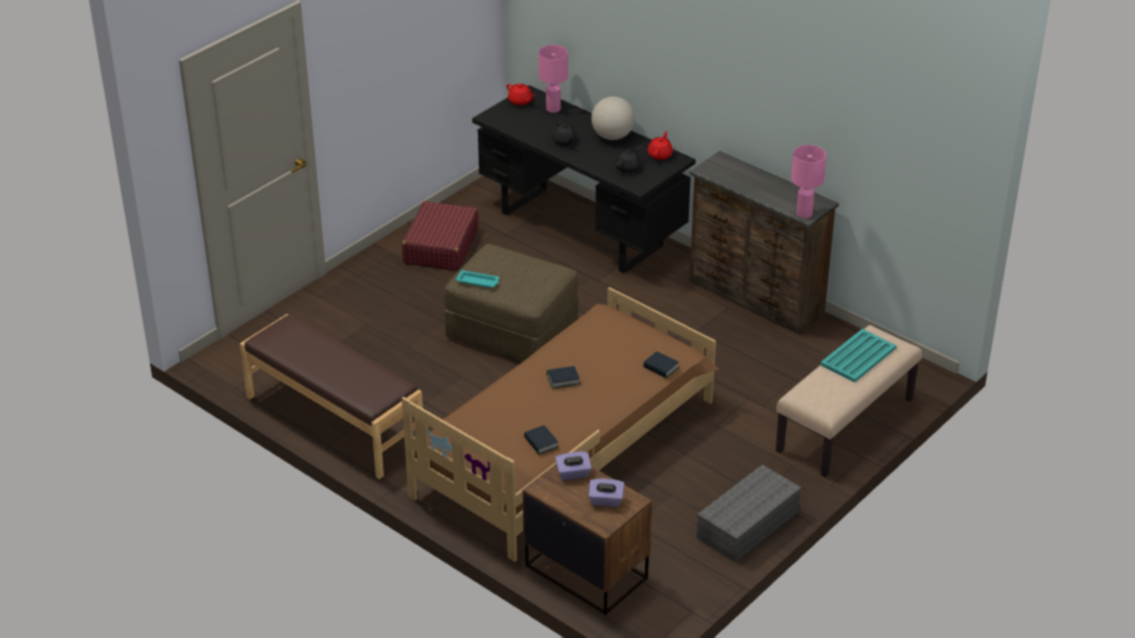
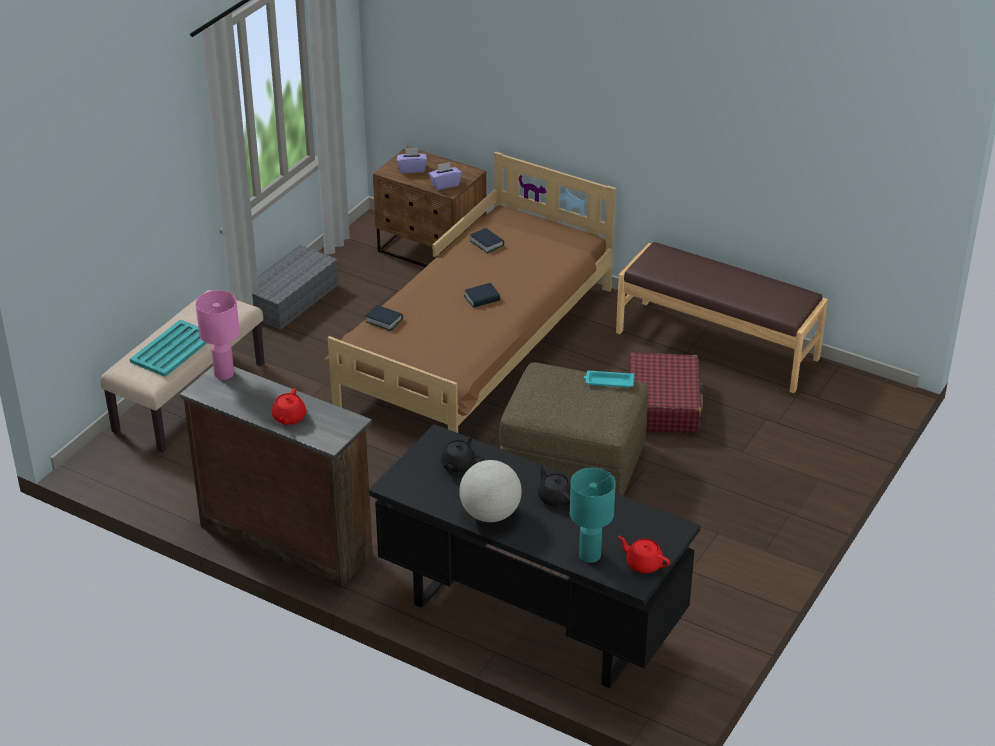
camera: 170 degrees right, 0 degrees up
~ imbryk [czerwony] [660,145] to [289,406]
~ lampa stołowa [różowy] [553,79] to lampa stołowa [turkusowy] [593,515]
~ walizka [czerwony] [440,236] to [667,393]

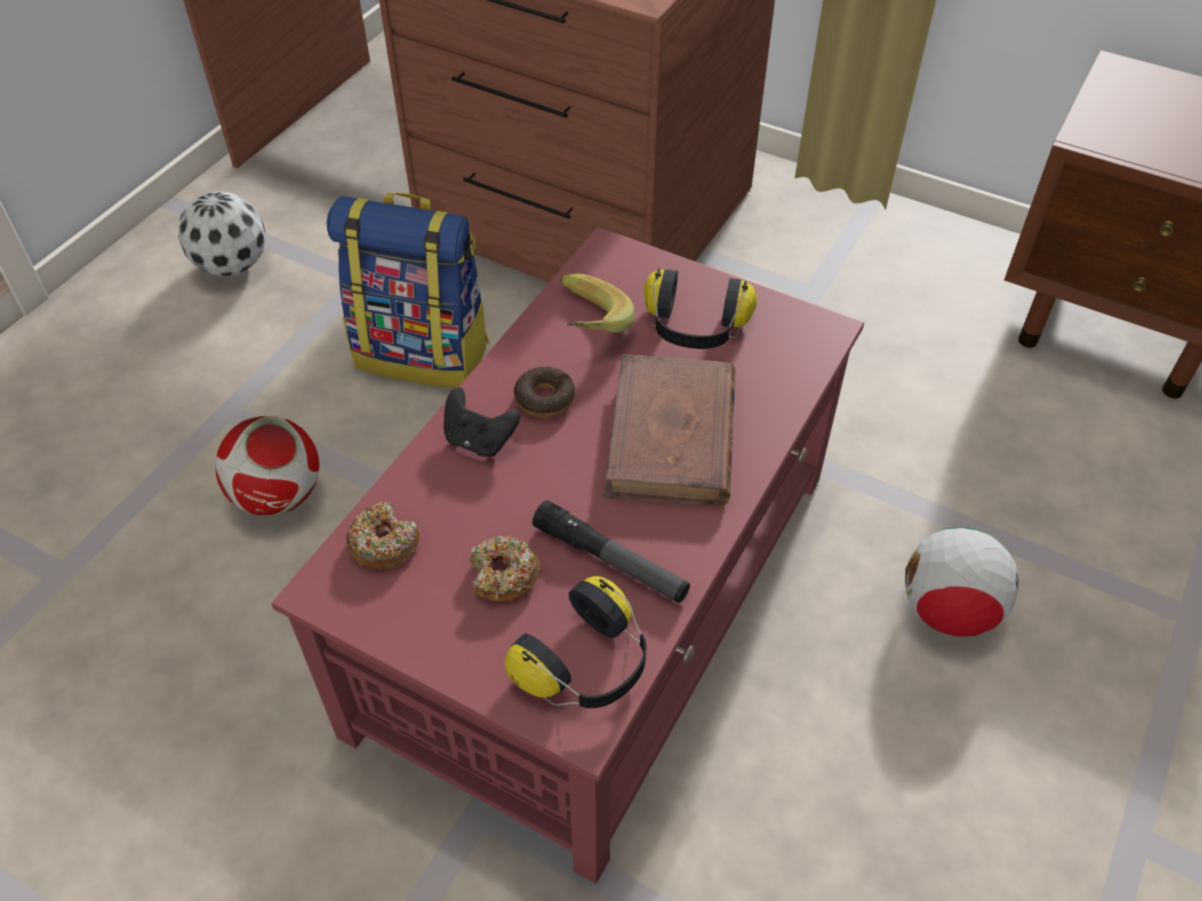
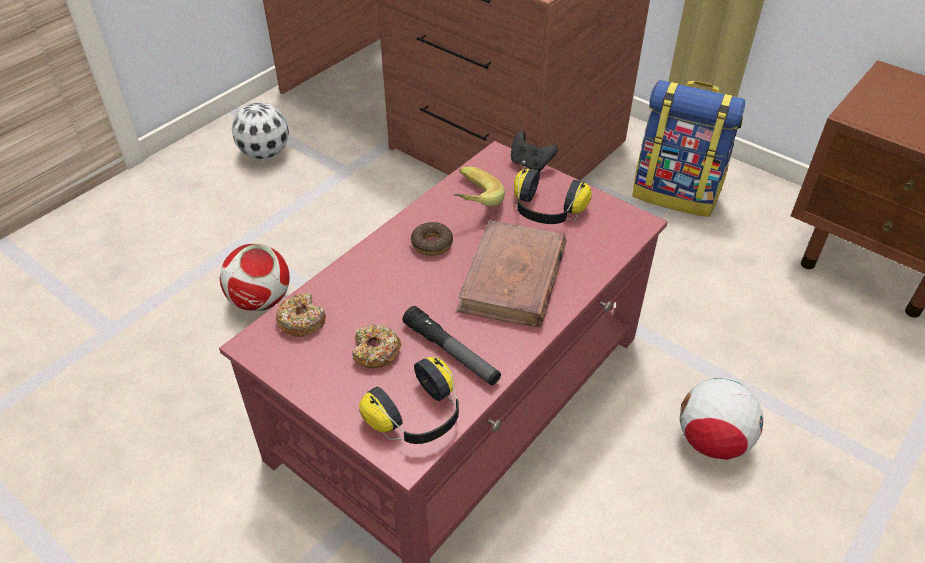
camera: 10 degrees right, 5 degrees down
~ pad do gier [czarny] [482,422] to [534,151]
~ plecak [408,290] to [688,148]

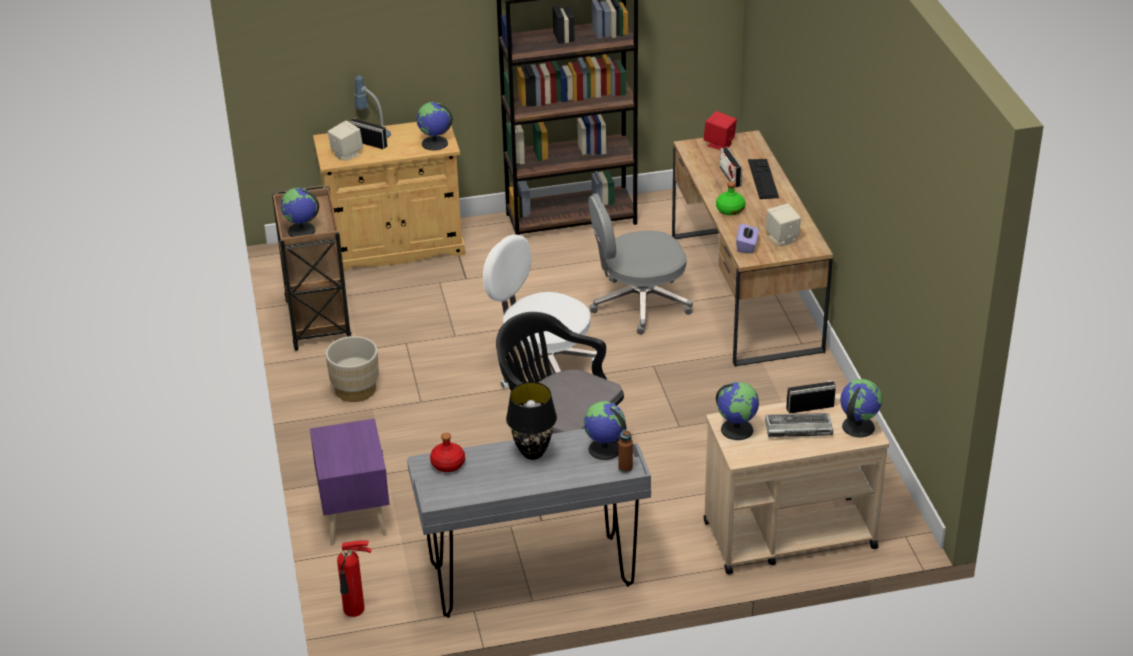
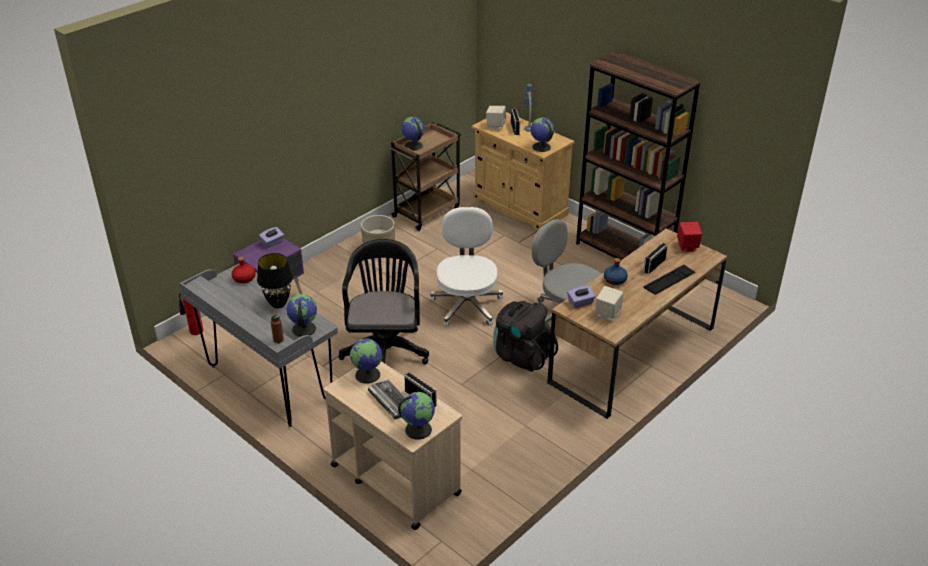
camera: 55 degrees right, 0 degrees up
+ pudełko chusteczek [fioletowy] [271,237]
+ plecak [czarny] [525,336]
~ butelka [zielony] [730,198] to butelka [niebieski] [616,271]

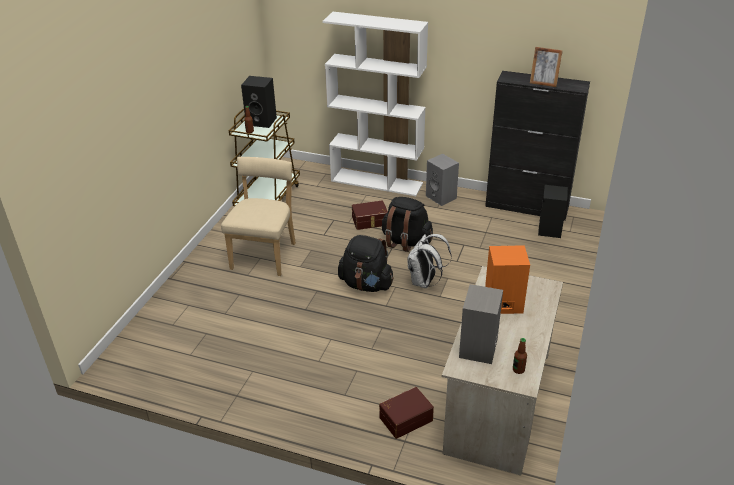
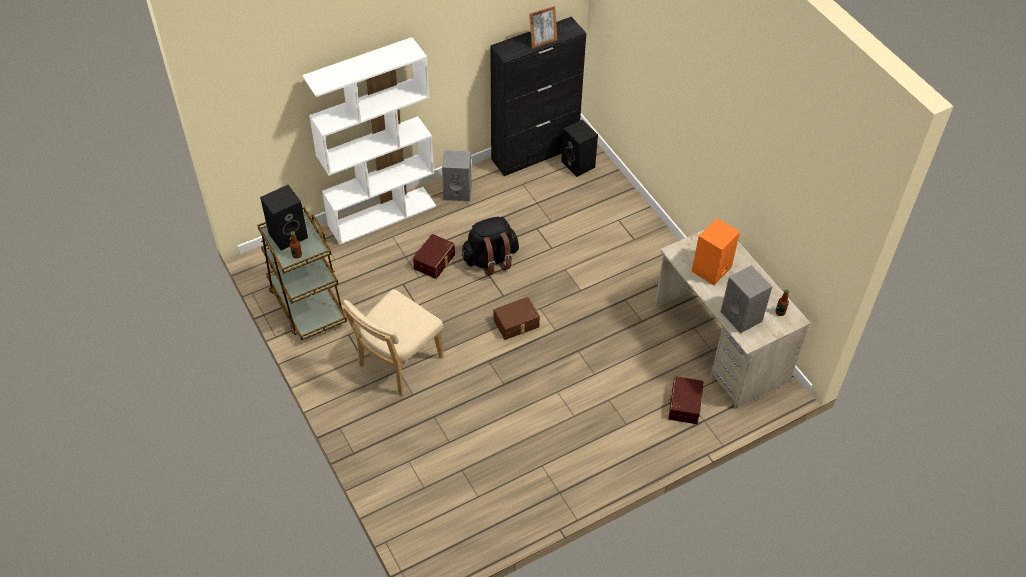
camera: 50 degrees left, 15 degrees up
~ krzesło [beżowy] [258,216] = [392,342] 105 degrees counterclockwise
~ plecak [czarny] [366,263] to pojemnik do przechowywania [brązowy] [517,318]
- plecak [biały] [429,261]

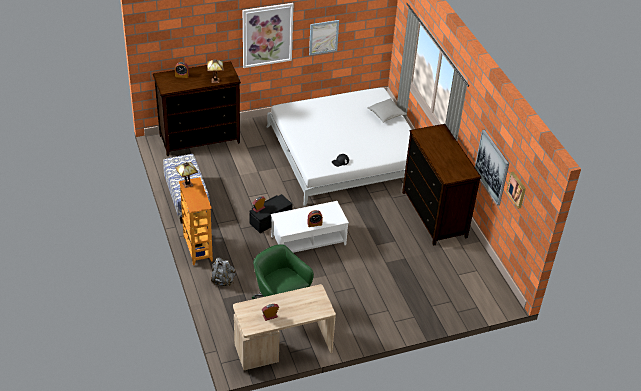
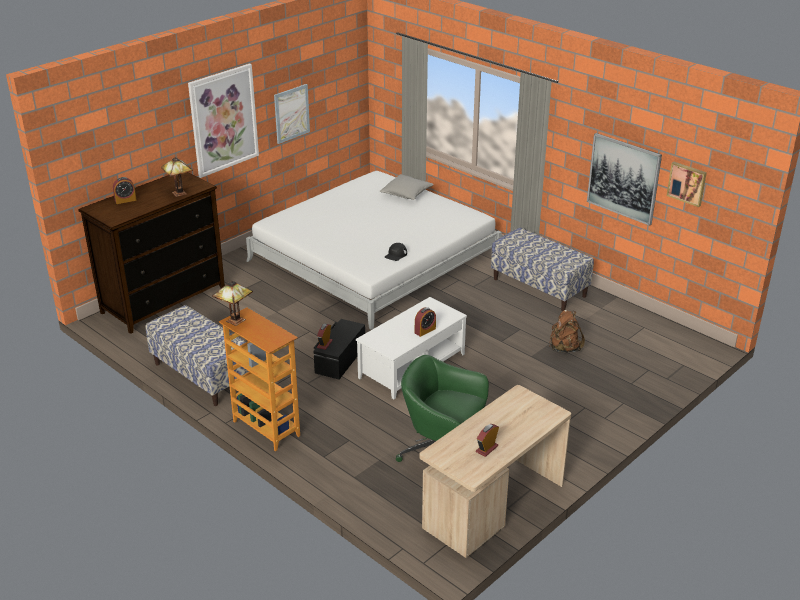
camera: 25 degrees left, 10 degrees down
~ komoda [442,185] to ławka [542,269]
+ plecak [brązowy] [567,331]
- plecak [szary] [223,272]

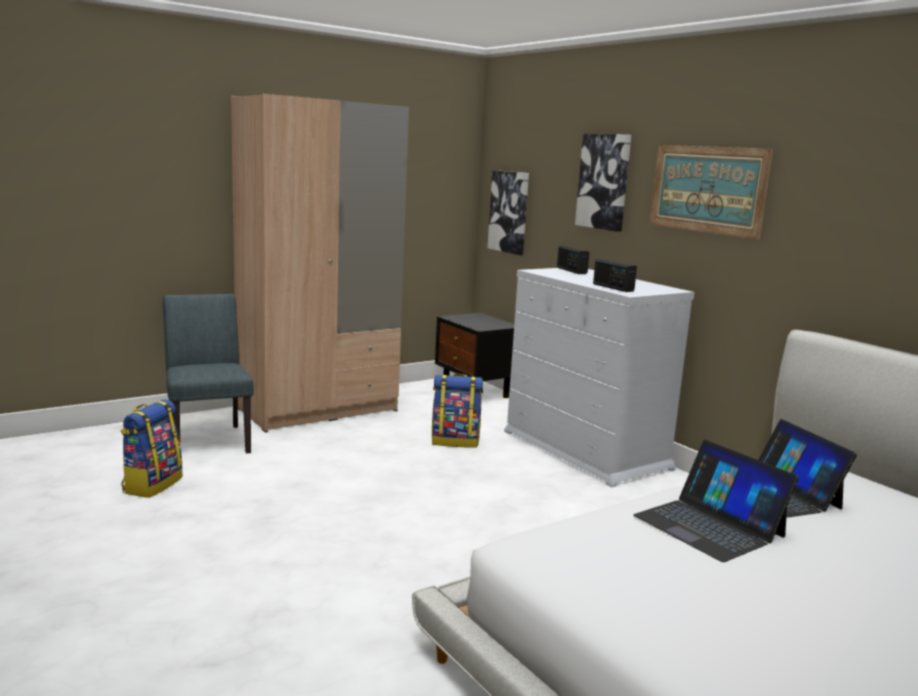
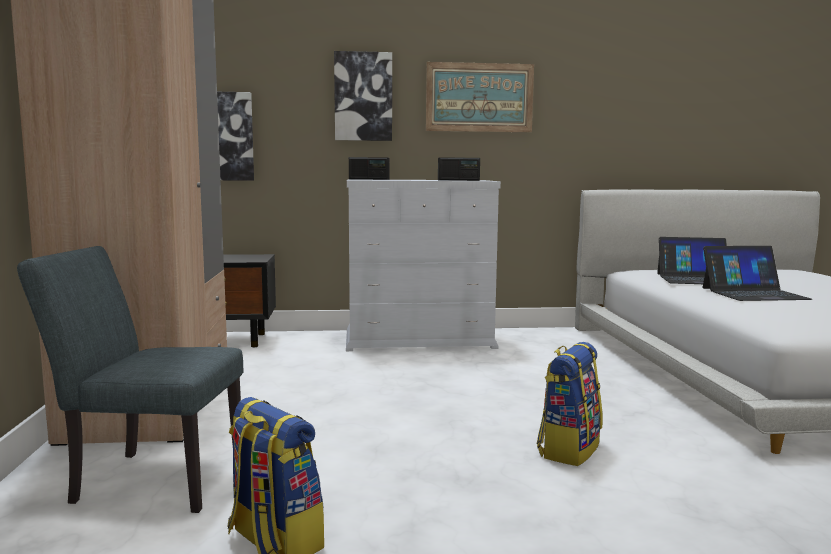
camera: 60 degrees left, 5 degrees down
~ plecak [457,410] to [570,404]

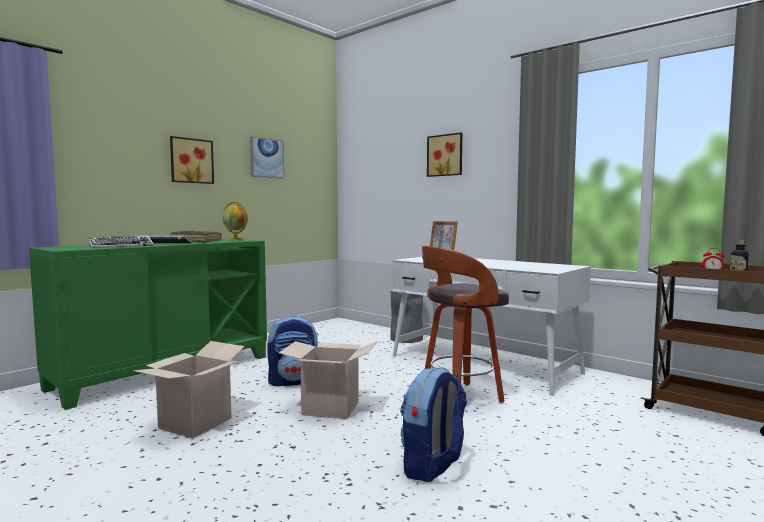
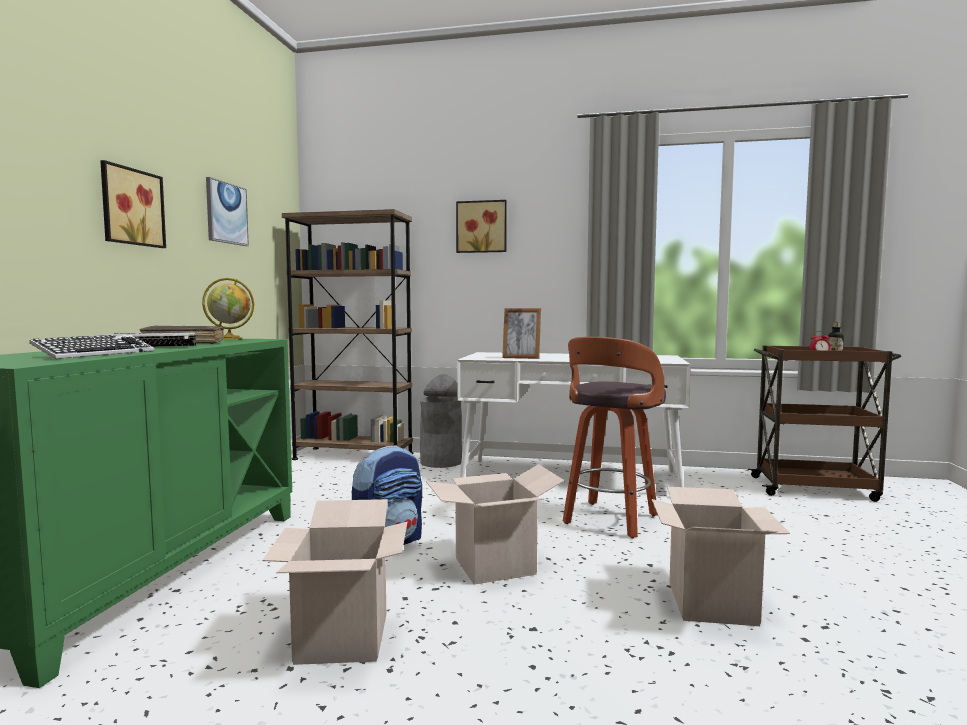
camera: 30 degrees left, 0 degrees up
+ regał [brązowy] [347,334]
~ plecak [433,424] to karton [721,556]

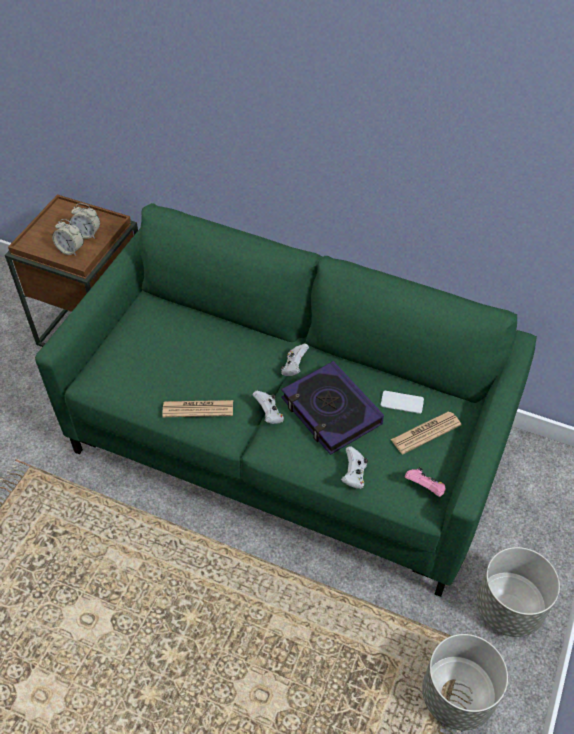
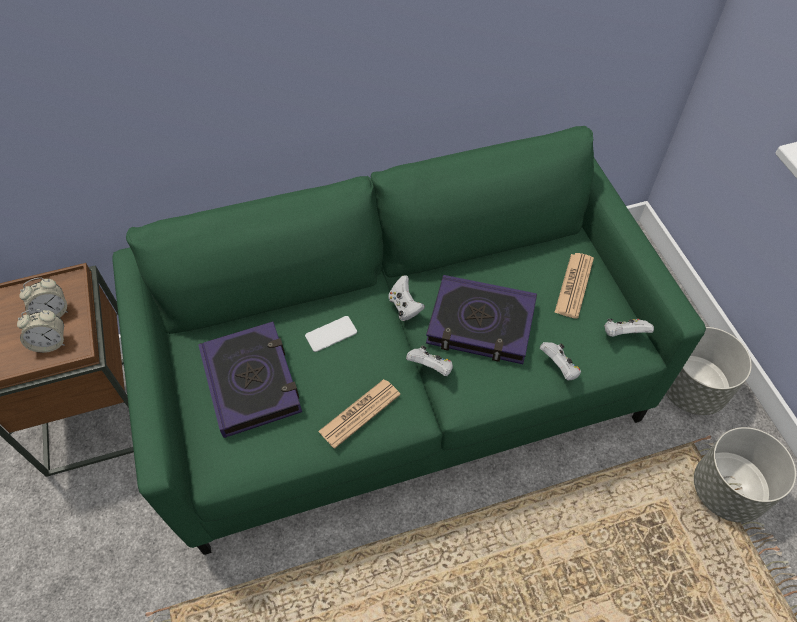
camera: 40 degrees left, 5 degrees up
+ książka [250,380]
~ telefon [402,402] to [331,334]
~ pad do gier [różowy] [425,482] to pad do gier [biały] [629,328]

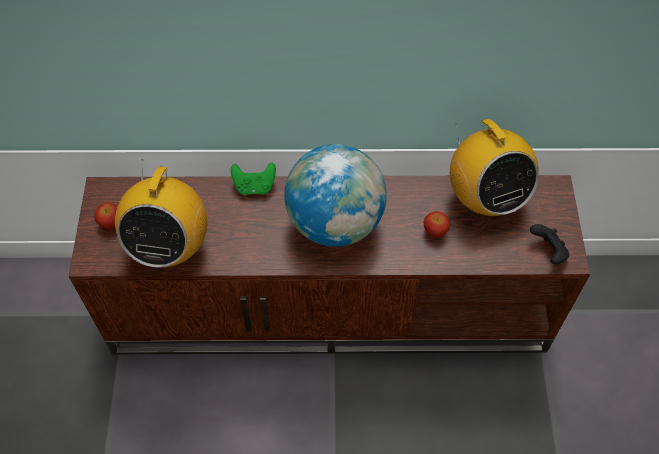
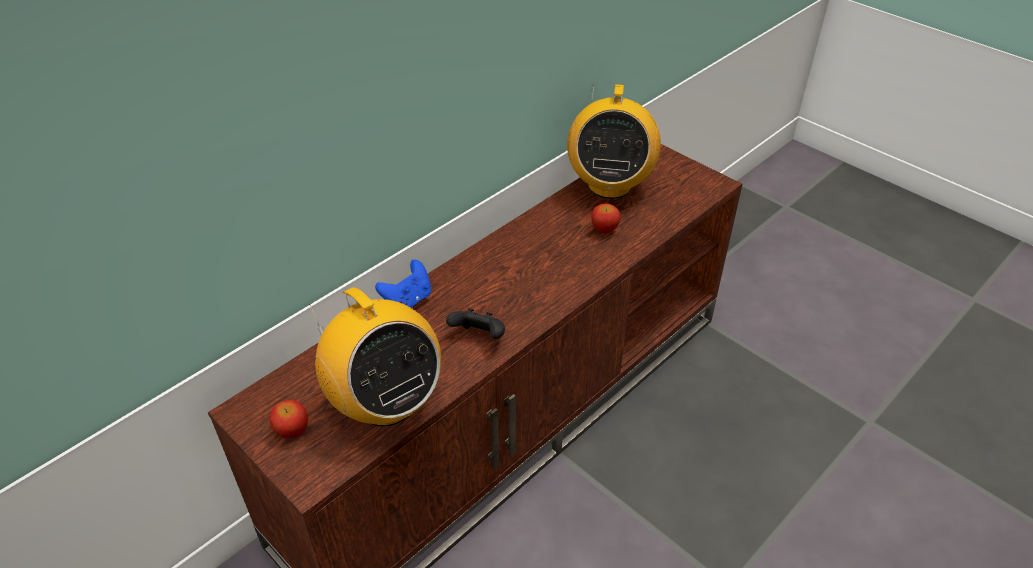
camera: 45 degrees left, 15 degrees down
~ pad do gier [zielony] [253,178] to pad do gier [niebieski] [403,284]
~ pad do gier [czarny] [549,244] to [475,323]
~ radio [494,167] = [614,141] 75 degrees clockwise
- globus [335,195]

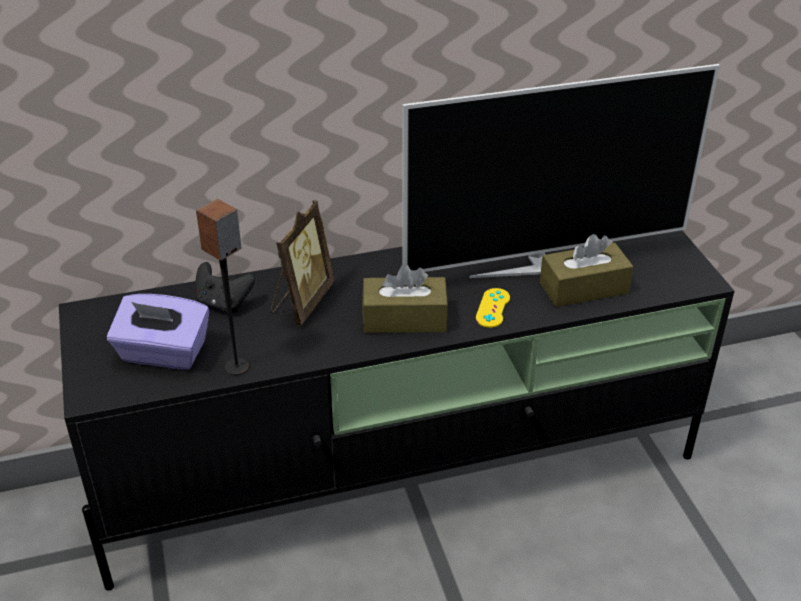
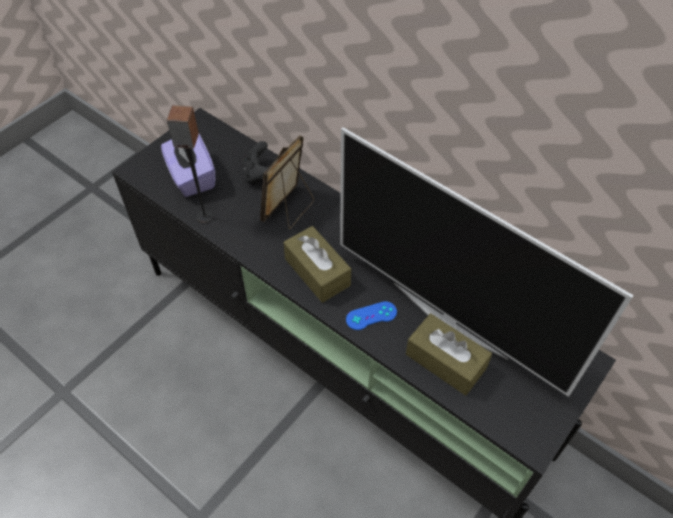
camera: 55 degrees right, 15 degrees up
~ ramka na zdjęcie [303,262] = [287,182] 135 degrees clockwise
~ pad do gier [żółty] [493,308] to pad do gier [niebieski] [371,315]

